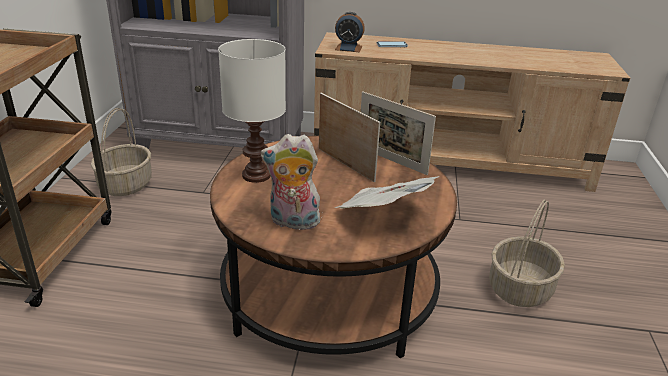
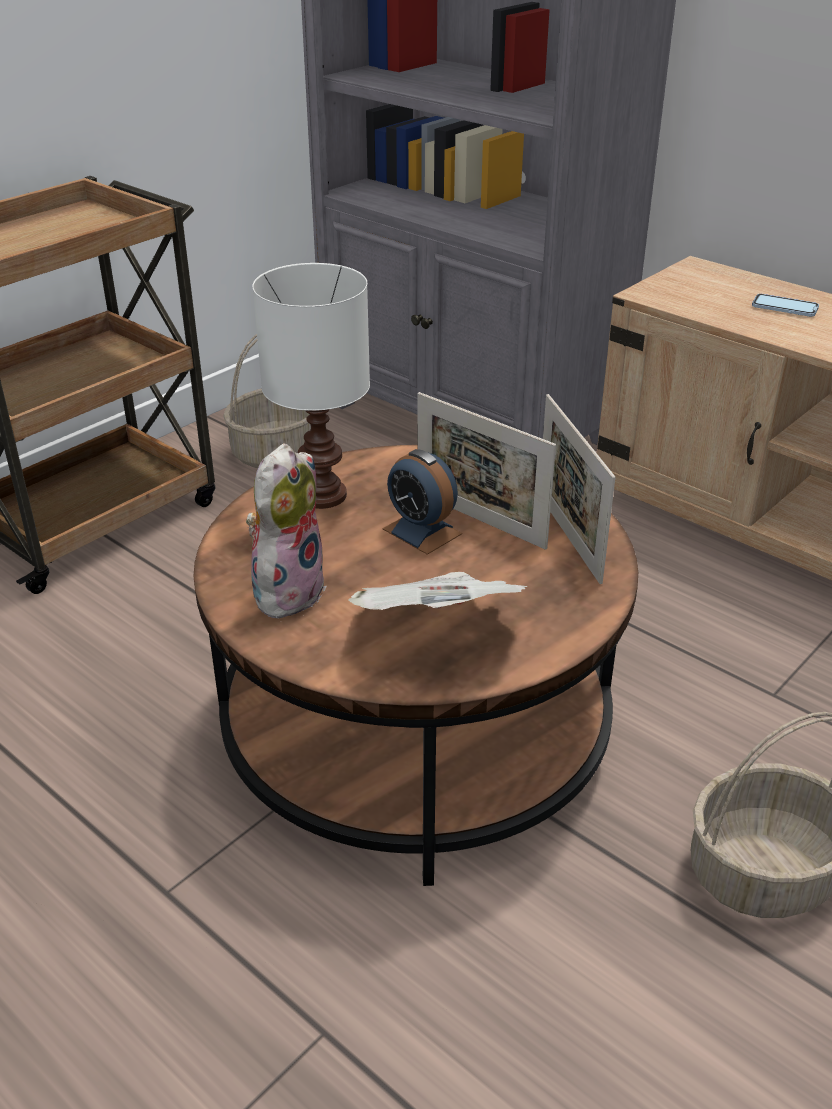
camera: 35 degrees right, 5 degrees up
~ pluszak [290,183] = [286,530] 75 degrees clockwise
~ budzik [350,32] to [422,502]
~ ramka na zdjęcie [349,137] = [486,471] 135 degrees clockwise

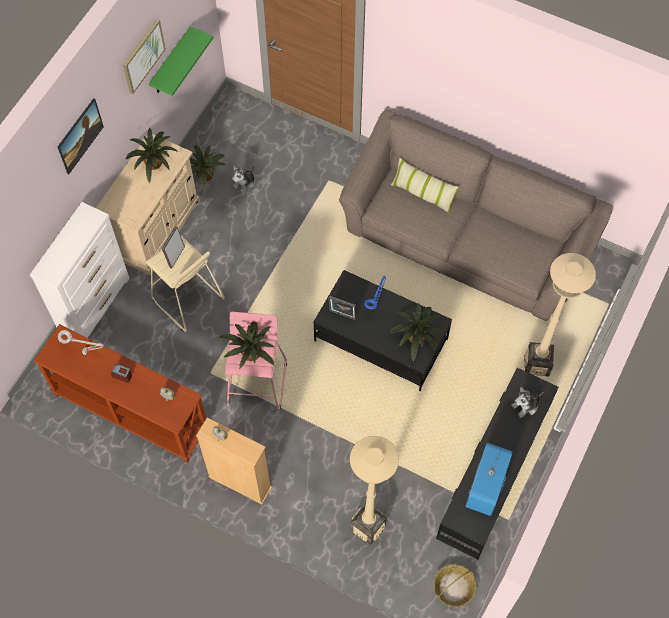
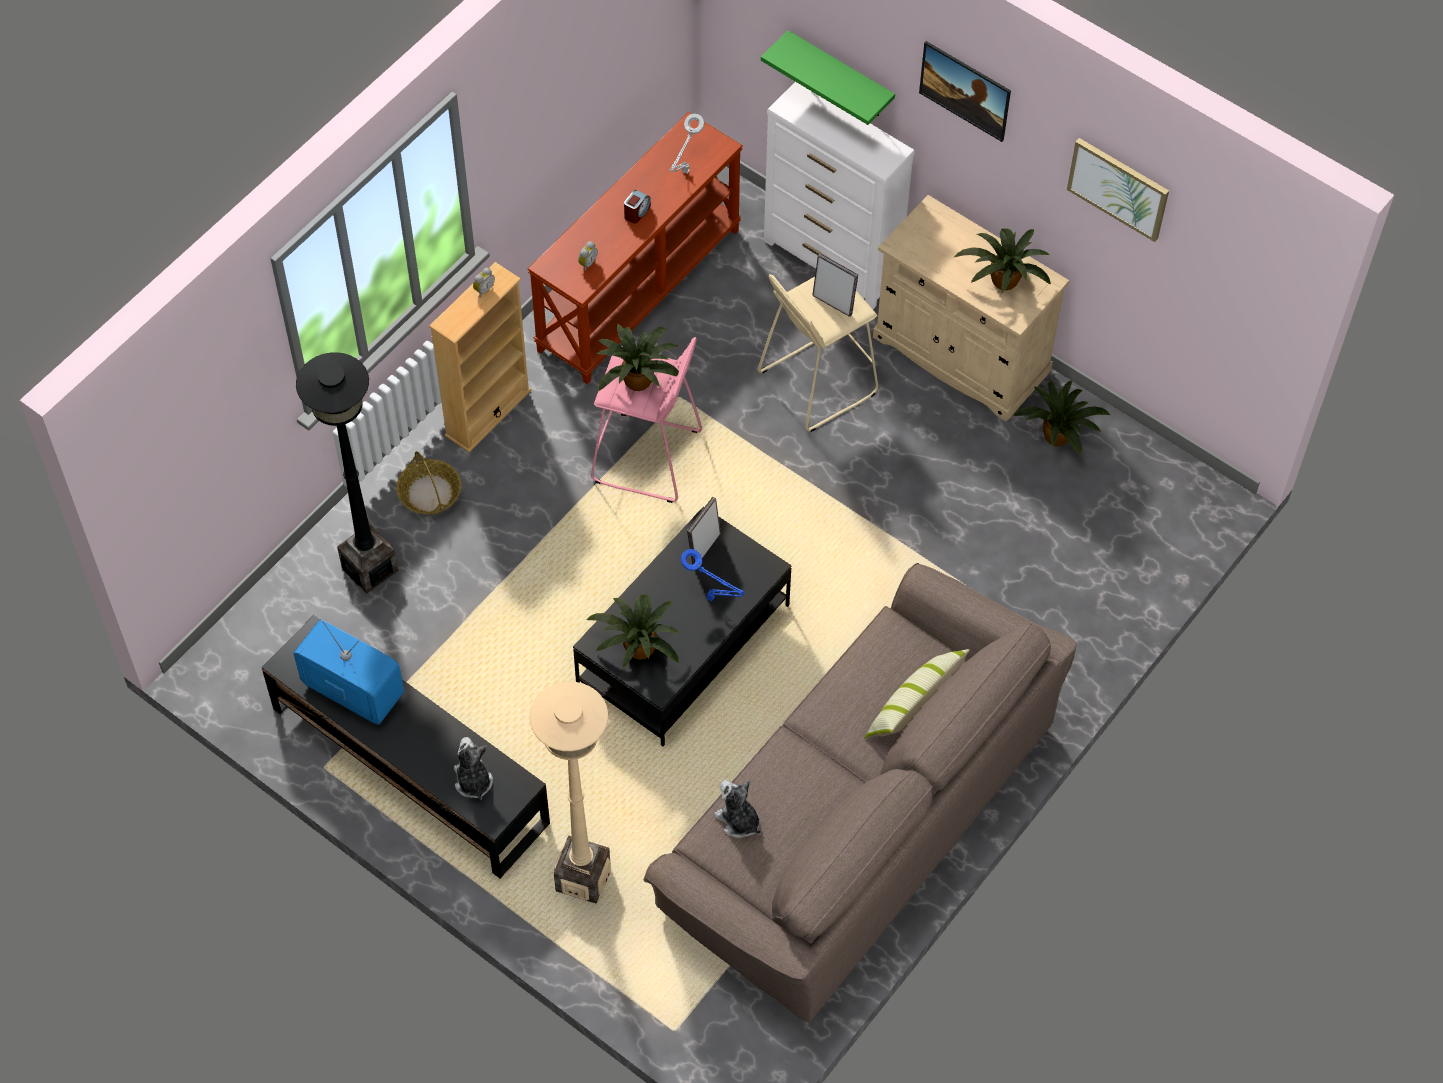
camera: 100 degrees right, 5 degrees down
~ lampa stojąca [beżowy] [374,490] to lampa stojąca [czarny] [347,472]
~ koszyk [454,585] to [428,483]
~ pluszak [243,180] to [738,809]
~ półka [zielony] [181,61] to [828,77]

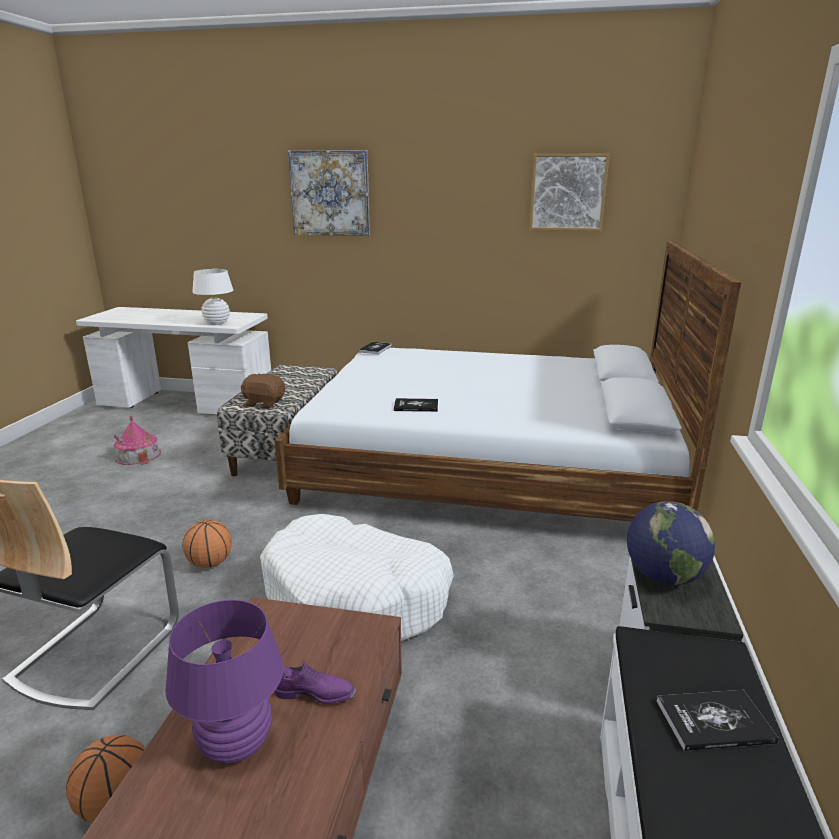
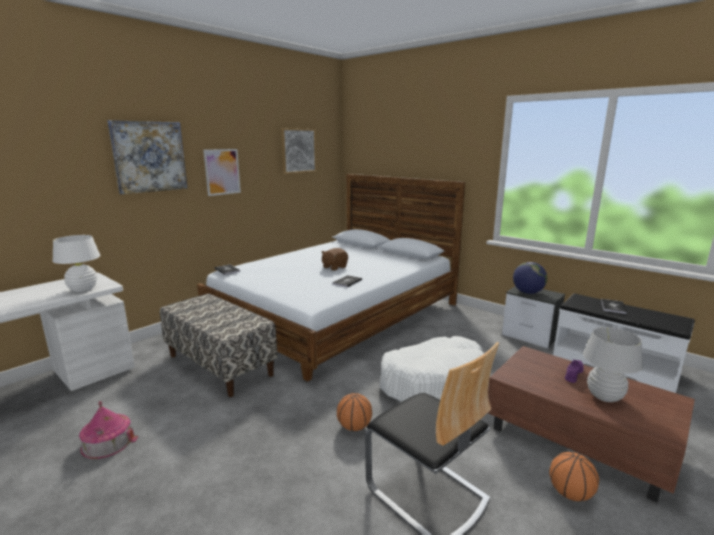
camera: 60 degrees left, 5 degrees down
+ obraz [222,172]
~ pluszak [brązowy] [263,391] to [335,259]
~ lampa stołowa [fioletowy] [224,682] to lampa stołowa [biały] [613,364]

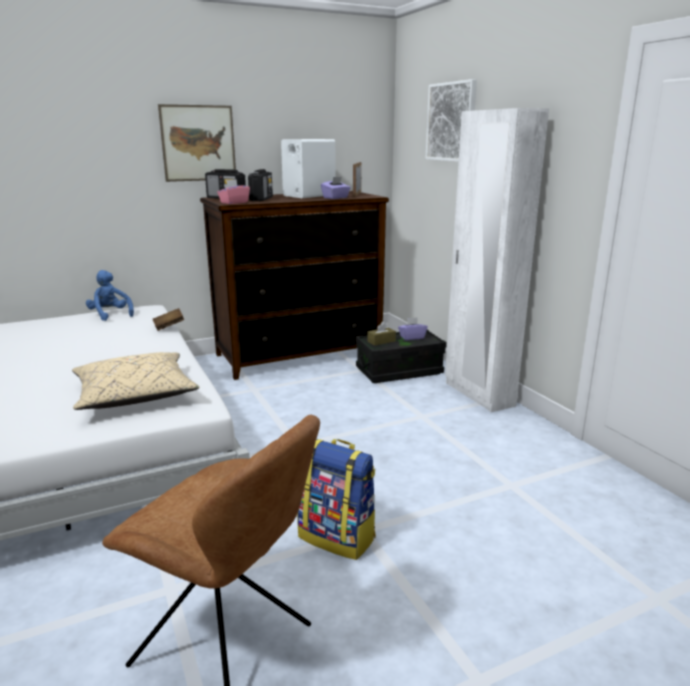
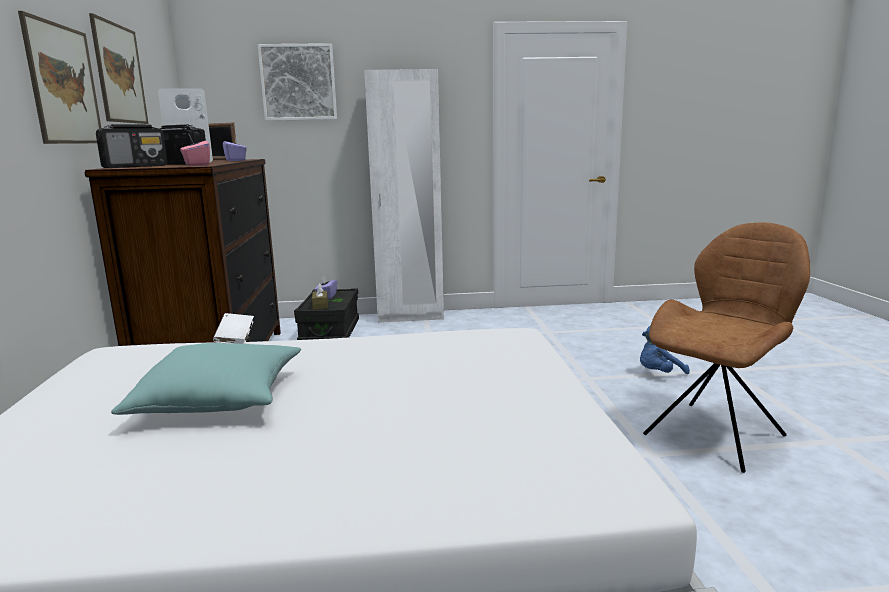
camera: 70 degrees left, 5 degrees down
+ obraz [119,68]
+ poduszka [turkusowy] [206,379]
~ książka [brązowy] [168,319] to książka [biały] [233,328]
~ pluszak [niebieski] [110,295] to [665,349]
- poduszka [beżowy] [136,381]
- plecak [336,499]

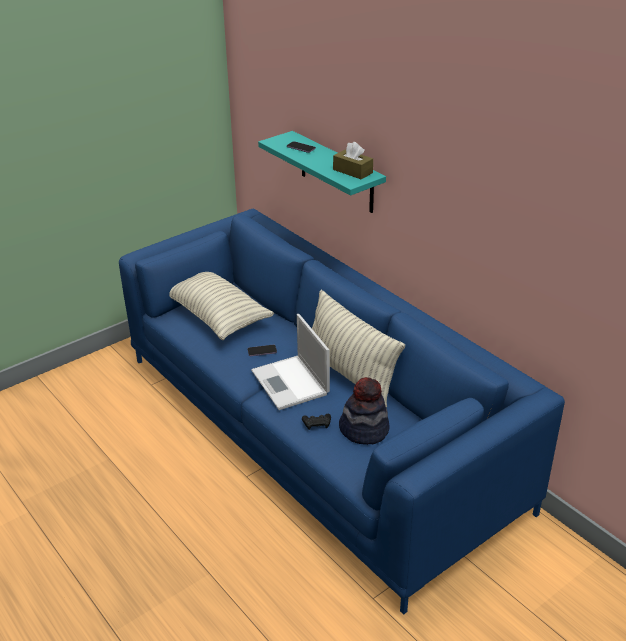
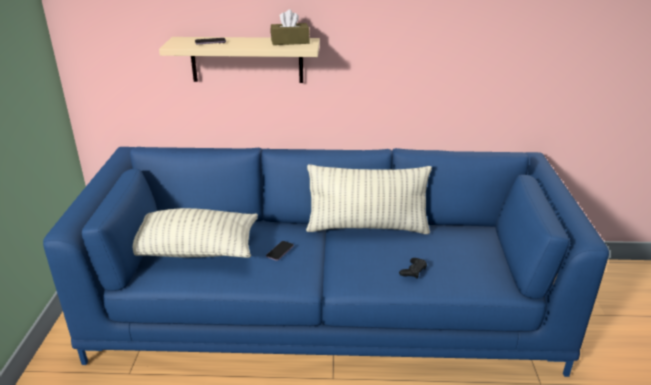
camera: 50 degrees left, 5 degrees down
~ półka [turkusowy] [322,172] to półka [beżowy] [239,60]
- laptop [290,362]
- kapelusz [364,411]

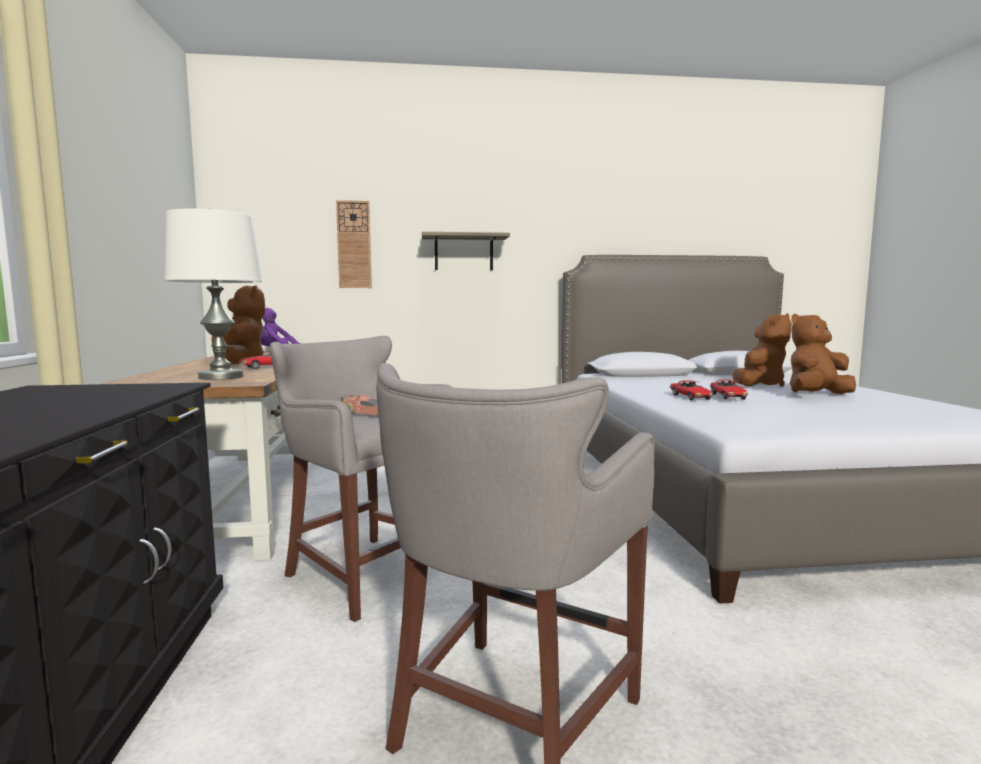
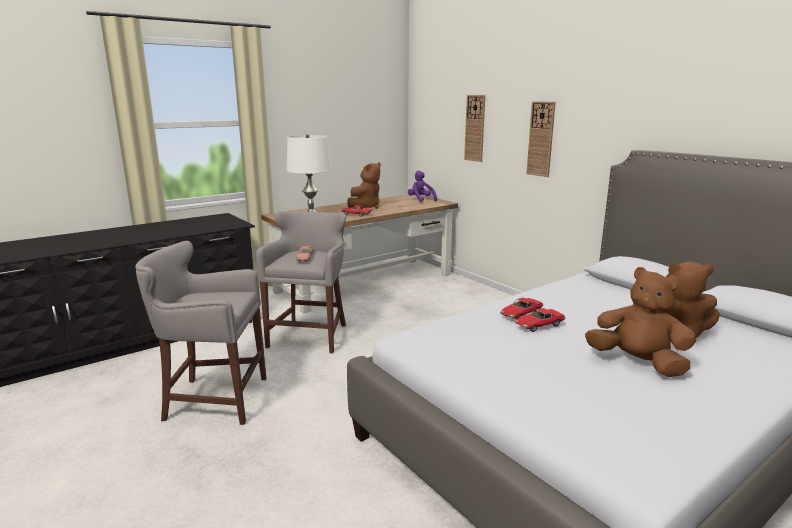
camera: 60 degrees right, 10 degrees up
~ półka [466,251] to zegar ścienny [541,139]

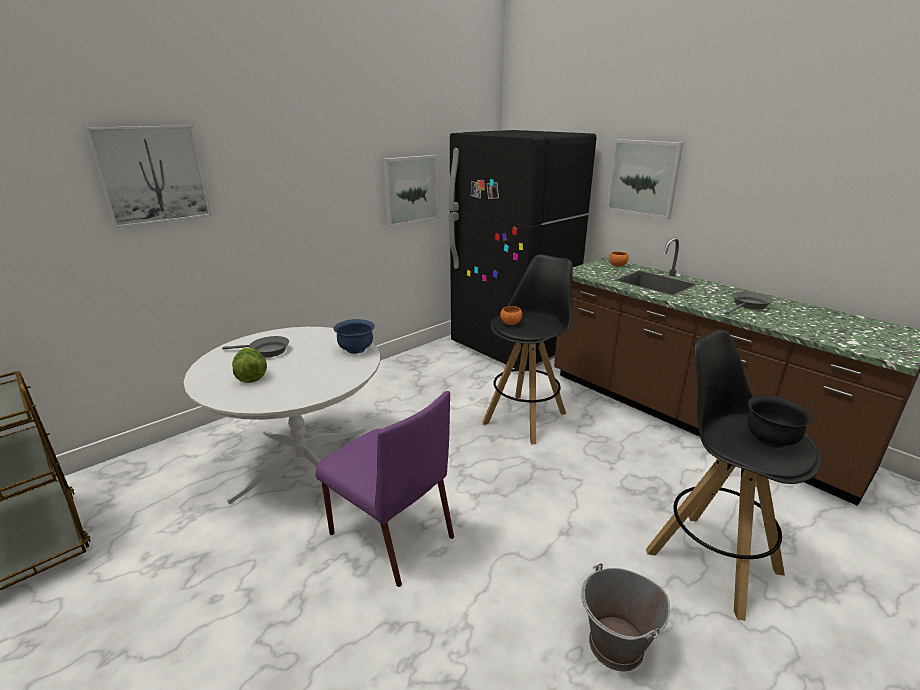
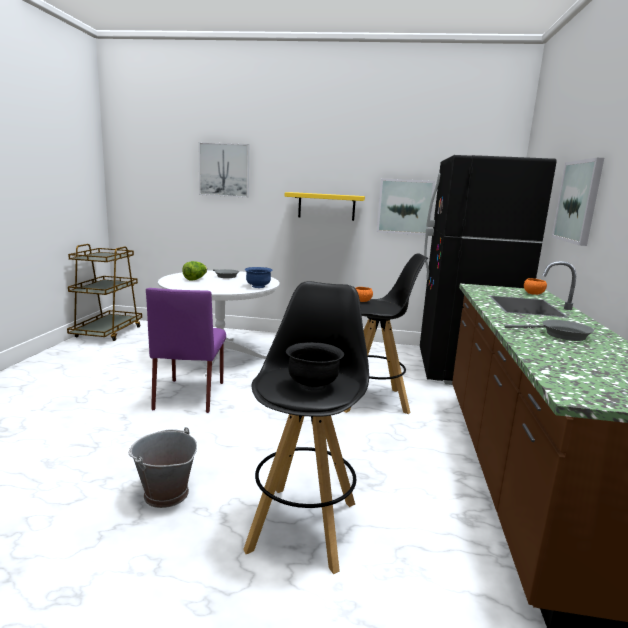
camera: 50 degrees right, 10 degrees down
+ półka [żółty] [325,206]

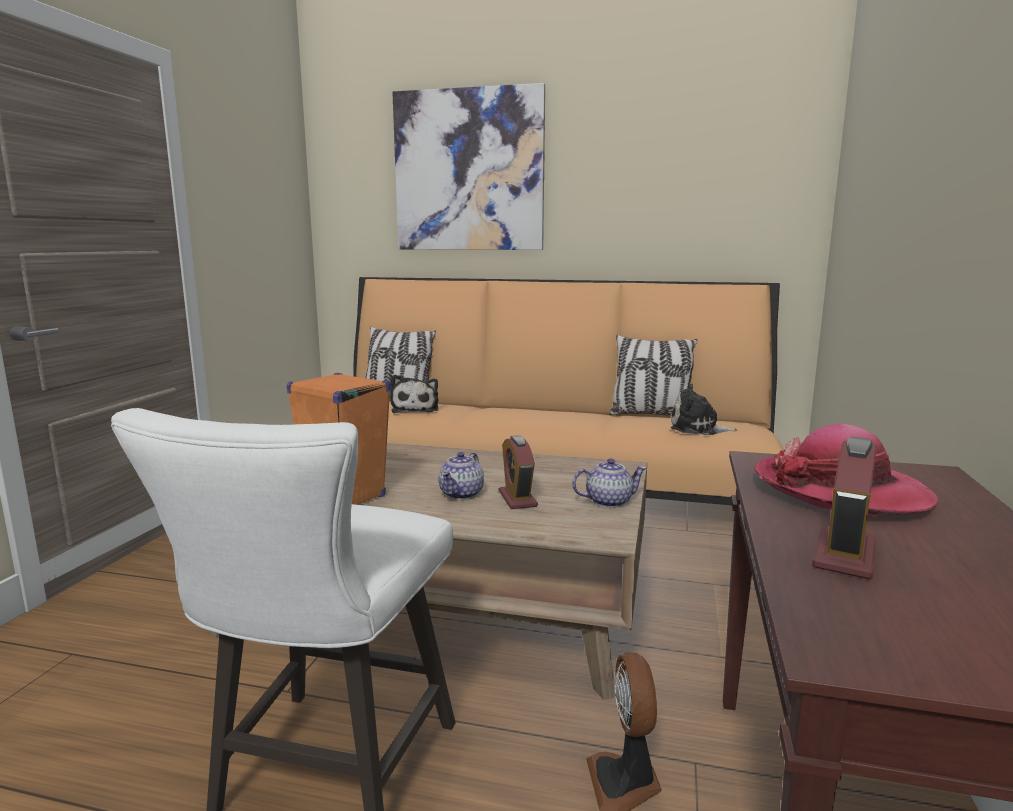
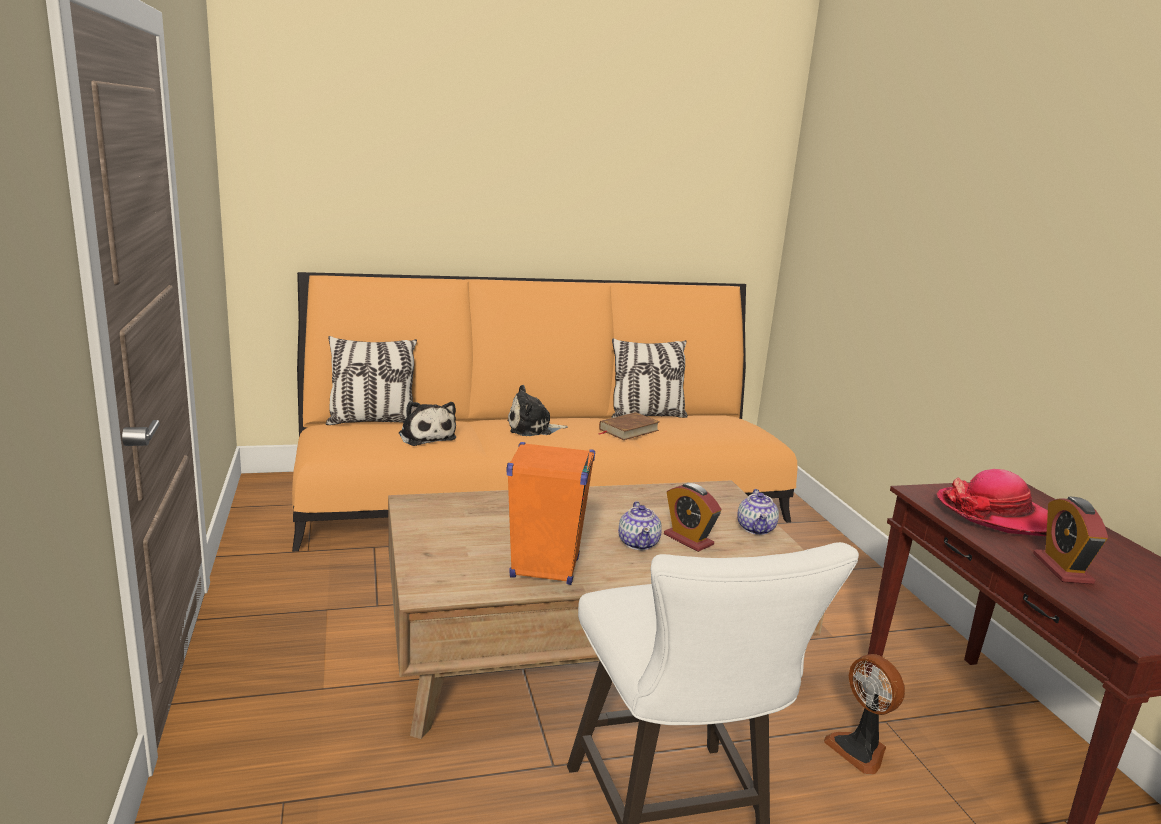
camera: 30 degrees left, 5 degrees up
~ pluszak [704,409] to [537,410]
+ książka [brązowy] [629,426]
~ imbryk [609,483] = [758,512] 135 degrees clockwise
- obraz [468,166]

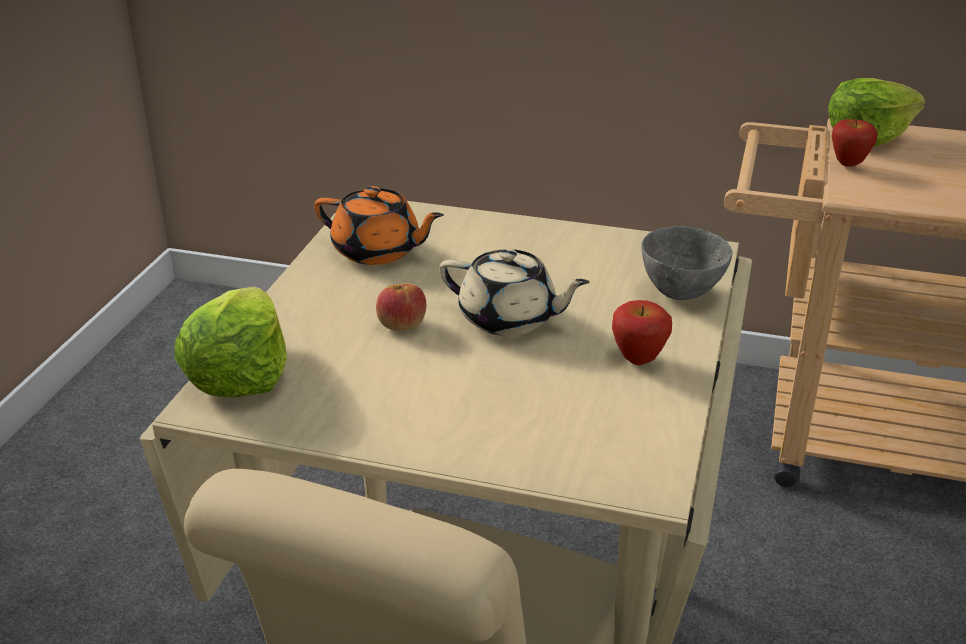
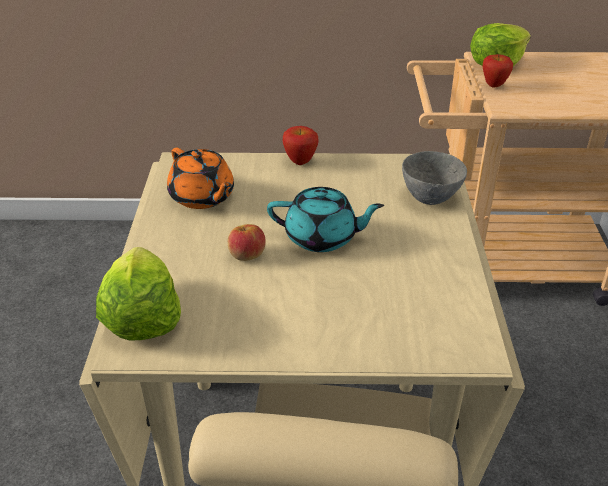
camera: 15 degrees left, 5 degrees up
~ imbryk [pomarańczowy] [379,225] = [200,178] 45 degrees clockwise
~ imbryk [beżowy] [514,292] to imbryk [turkusowy] [325,219]
~ jabłko [642,332] to [300,145]

